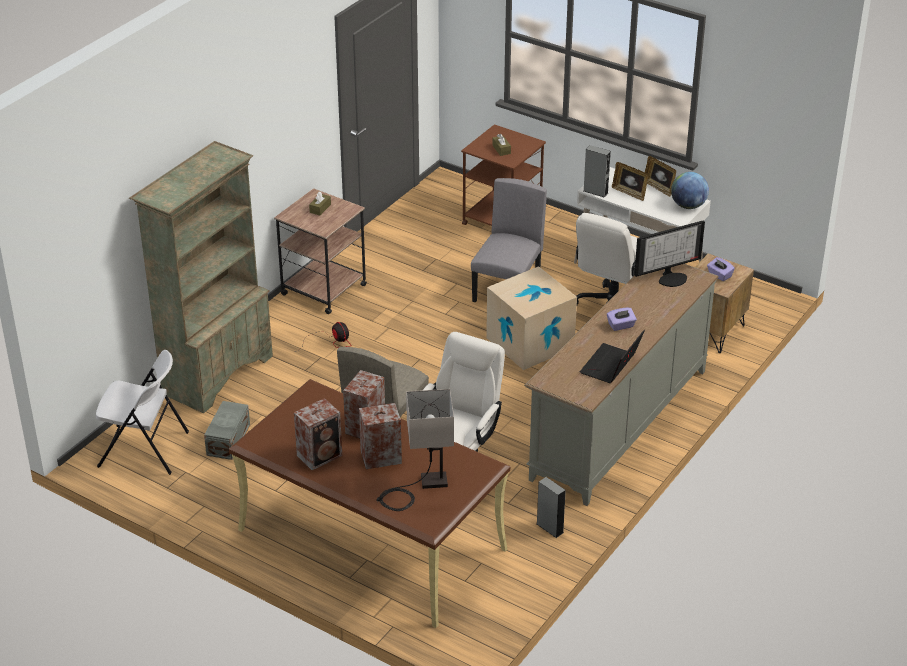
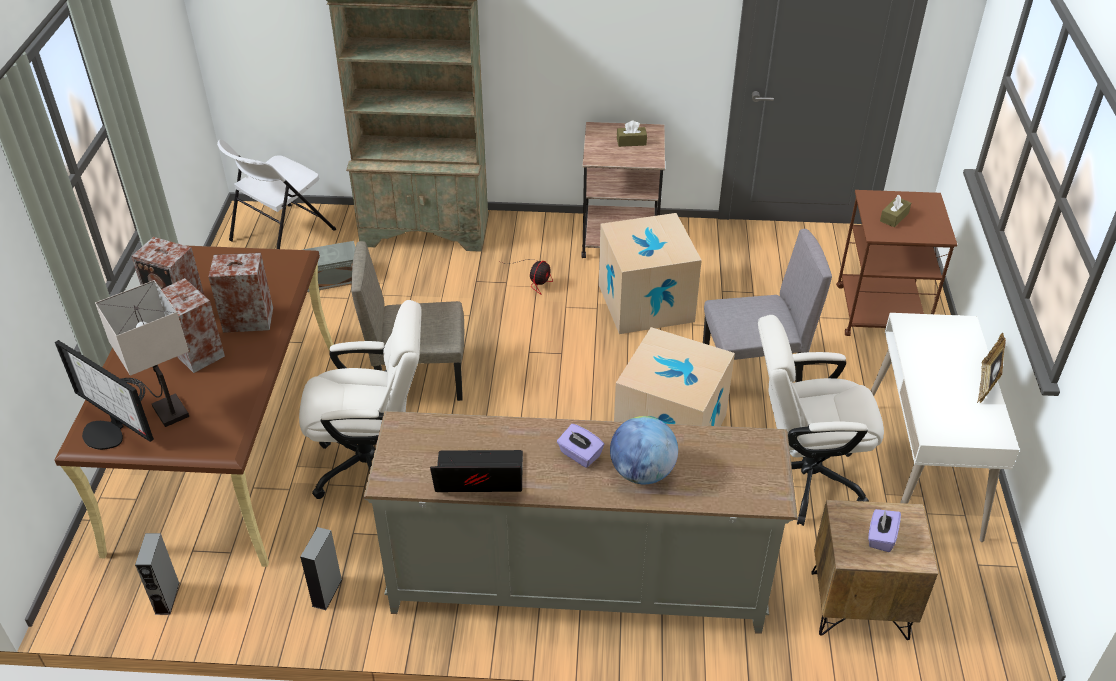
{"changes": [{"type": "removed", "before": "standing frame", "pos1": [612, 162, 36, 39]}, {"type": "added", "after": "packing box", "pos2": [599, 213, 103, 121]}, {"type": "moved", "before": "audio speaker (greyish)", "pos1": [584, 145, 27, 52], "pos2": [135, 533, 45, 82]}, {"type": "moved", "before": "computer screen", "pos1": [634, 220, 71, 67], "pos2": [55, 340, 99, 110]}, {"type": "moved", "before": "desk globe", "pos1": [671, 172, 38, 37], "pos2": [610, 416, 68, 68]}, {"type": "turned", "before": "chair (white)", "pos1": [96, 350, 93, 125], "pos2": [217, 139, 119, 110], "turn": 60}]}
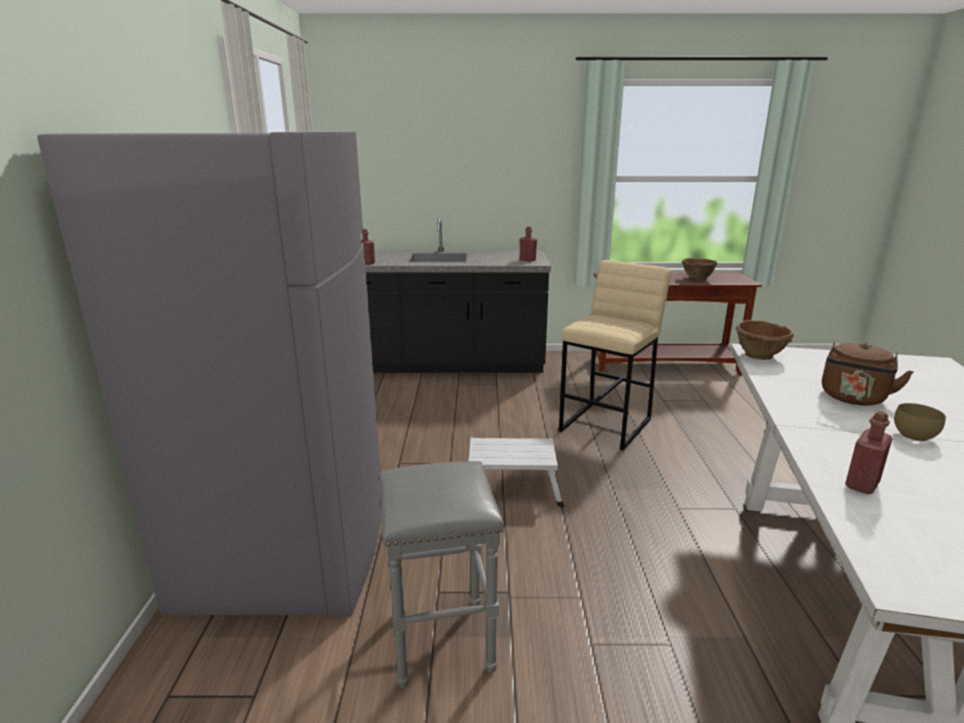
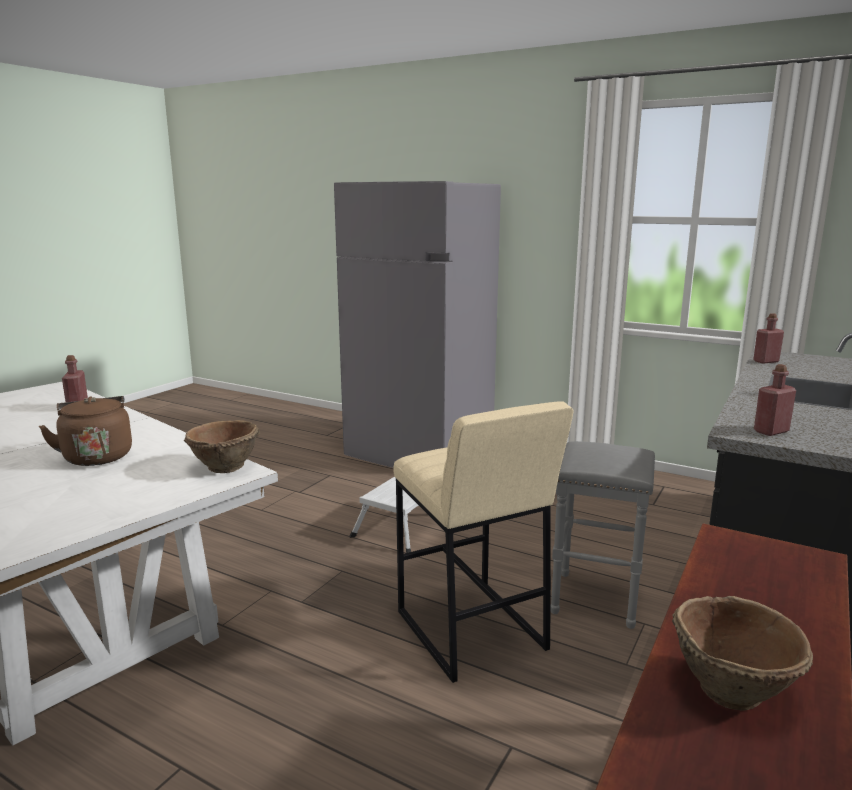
{"changes": [{"type": "removed", "before": "deep dish (brownish)", "pos1": [894, 403, 52, 38]}, {"type": "moved", "before": "stool seat (greyish)", "pos1": [379, 461, 125, 227], "pos2": [550, 441, 105, 188]}]}
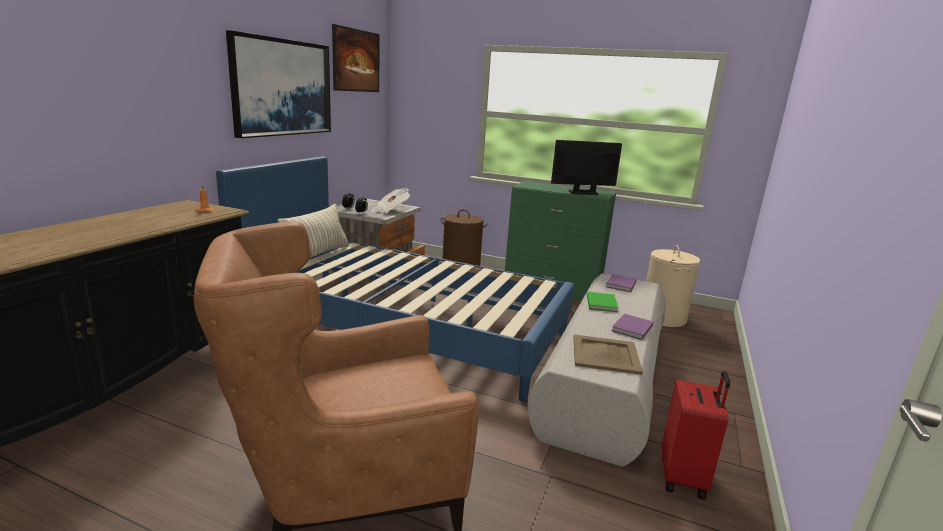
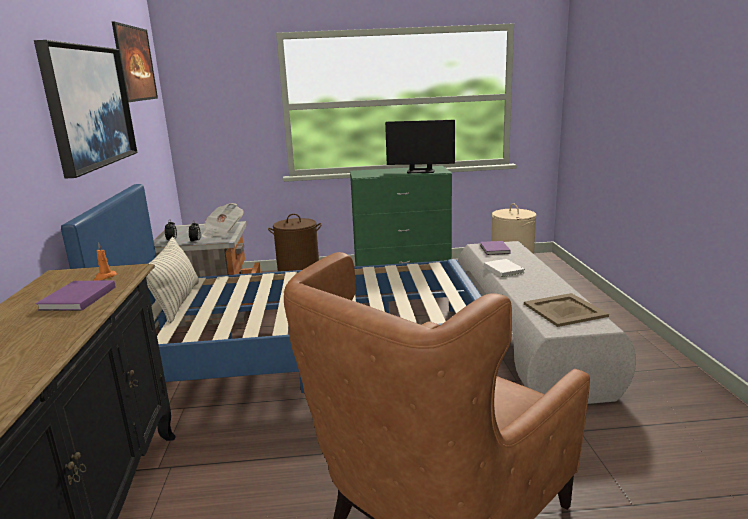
{"changes": [{"type": "removed", "before": "suitcase (red)", "pos1": [661, 371, 69, 129]}, {"type": "moved", "before": "volume (purple)", "pos1": [612, 314, 42, 26], "pos2": [35, 281, 81, 30]}, {"type": "recoloured", "before": "volume (greenish)", "after": "volume (white)", "pos1": [587, 292, 31, 20], "pos2": [484, 259, 41, 18]}, {"type": "turned", "before": "computer screen", "pos1": [551, 140, 71, 55], "pos2": [385, 120, 70, 53], "turn": -135}]}
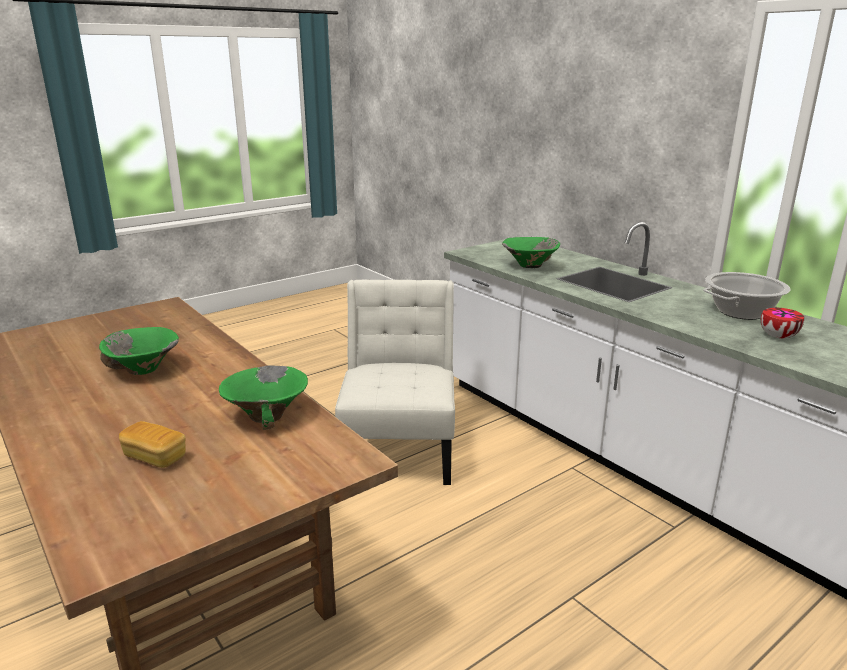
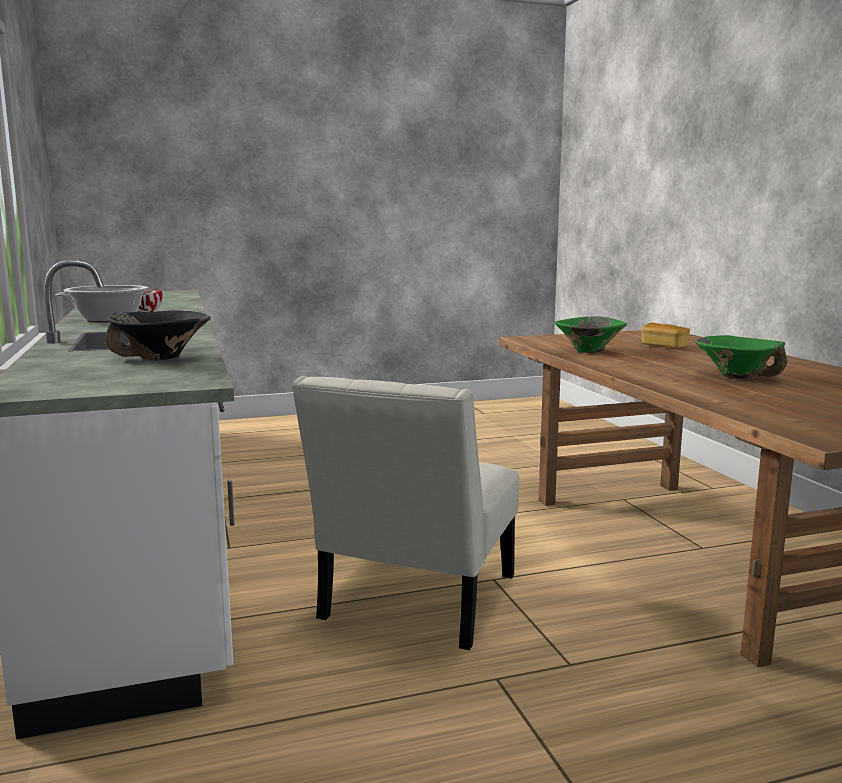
{"changes": [{"type": "recoloured", "before": "deep dish (greenish)", "after": "deep dish (blackish)", "pos1": [502, 237, 58, 31], "pos2": [105, 310, 106, 50]}]}
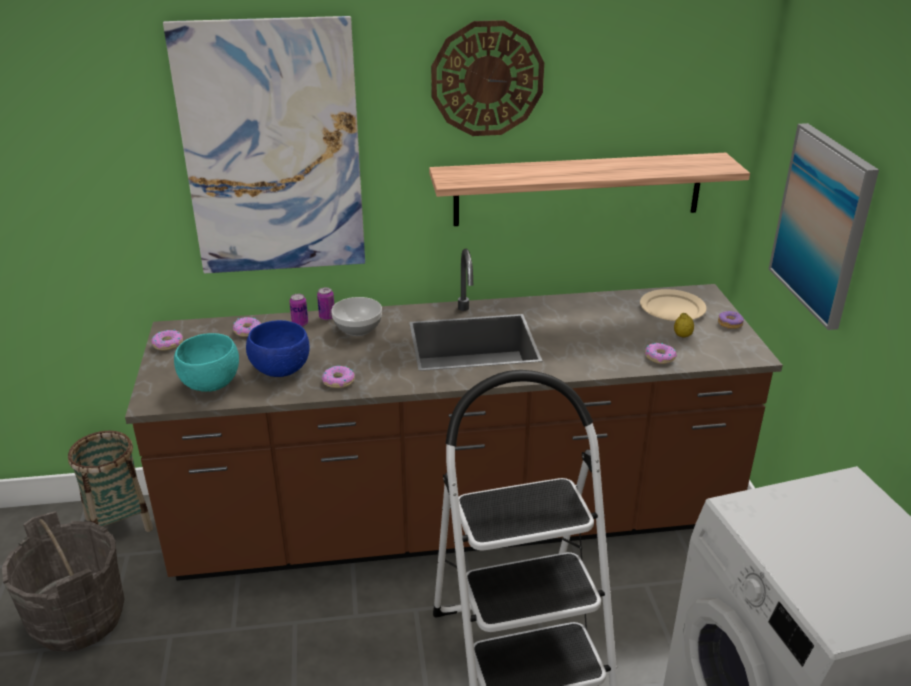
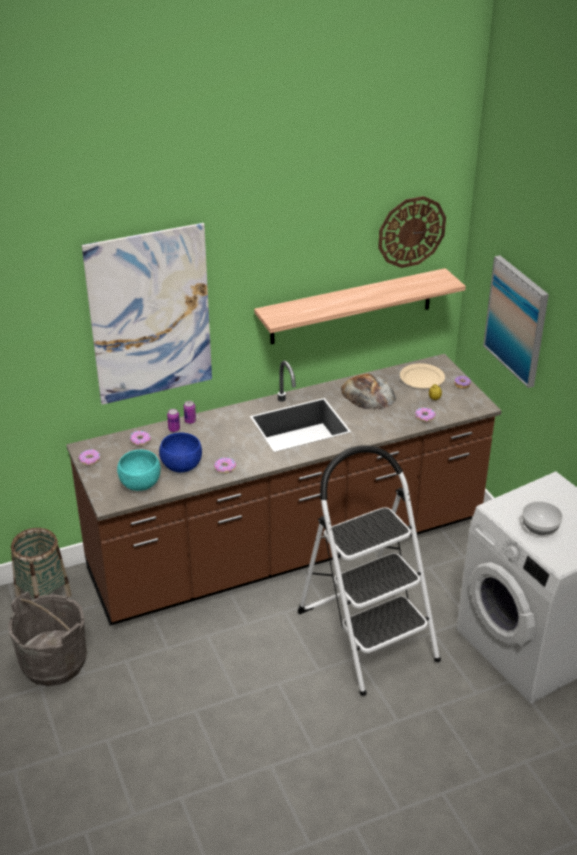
{"changes": [{"type": "added", "after": "bread", "pos2": [341, 374, 55, 36]}, {"type": "moved", "before": "deep dish", "pos1": [331, 297, 51, 39], "pos2": [522, 501, 41, 34]}, {"type": "moved", "before": "hanging clock", "pos1": [431, 20, 113, 116], "pos2": [378, 196, 68, 72]}]}
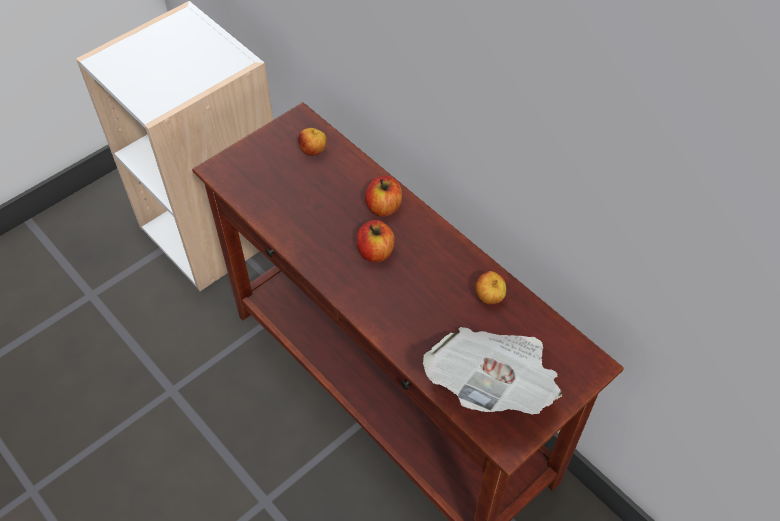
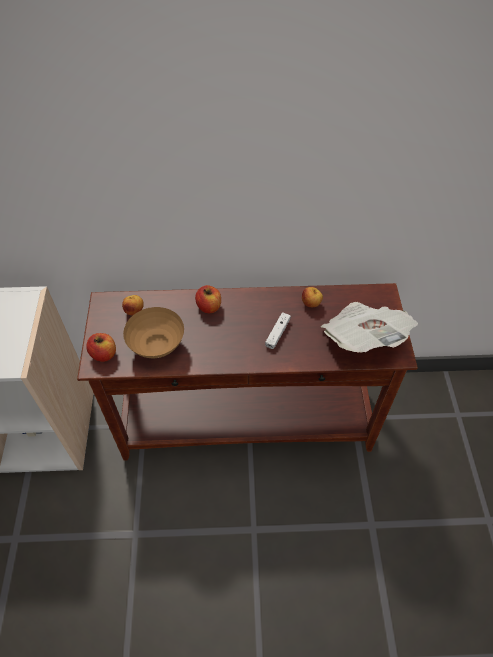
{"changes": [{"type": "added", "after": "deep dish (brownish)", "pos2": [123, 307, 61, 51]}, {"type": "added", "after": "gamepad (white)", "pos2": [265, 312, 26, 37]}, {"type": "moved", "before": "apple fruit", "pos1": [357, 220, 38, 42], "pos2": [86, 333, 30, 29]}]}
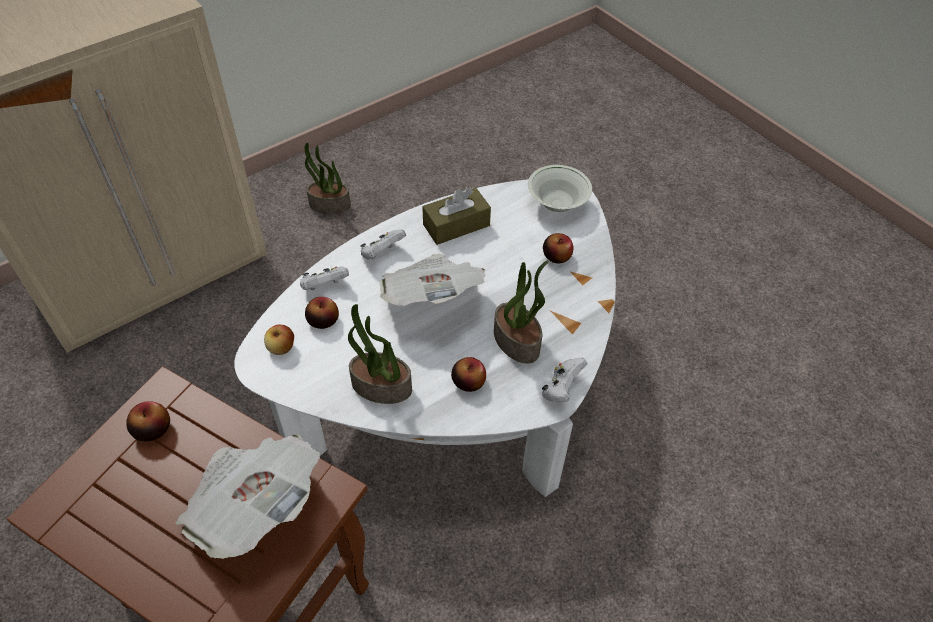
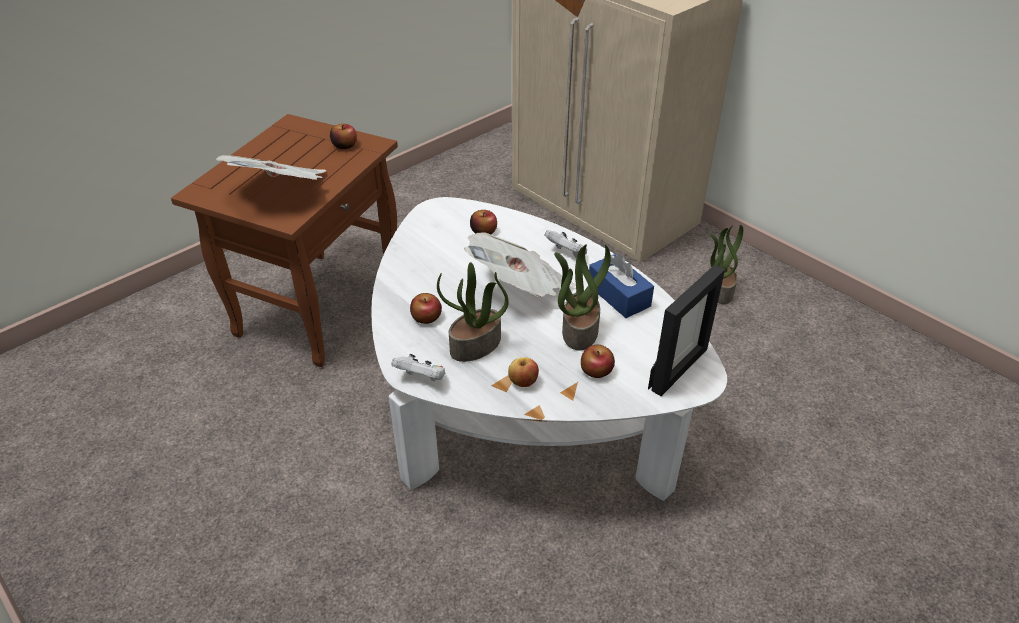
{"changes": [{"type": "removed", "before": "gamepad (white)", "pos1": [300, 266, 49, 25]}, {"type": "moved", "before": "apple fruit", "pos1": [264, 325, 30, 30], "pos2": [508, 357, 31, 30]}, {"type": "moved", "before": "houseplant", "pos1": [348, 304, 64, 100], "pos2": [554, 244, 57, 107]}, {"type": "replaced", "before": "deep dish (white)", "after": "standing frame", "pos1": [528, 165, 64, 47], "pos2": [648, 265, 77, 131]}, {"type": "recoloured", "before": "tissue box (brownish)", "after": "tissue box (blue)", "pos1": [422, 188, 69, 57], "pos2": [589, 254, 65, 64]}]}
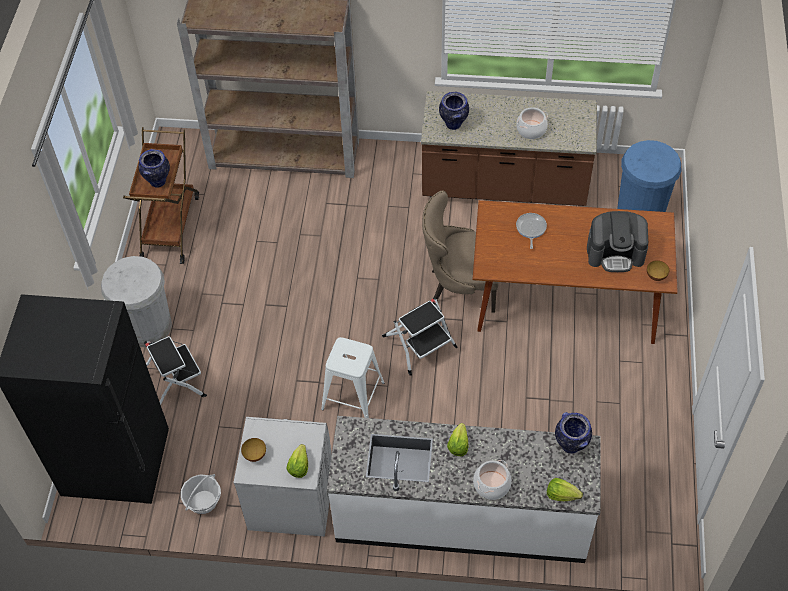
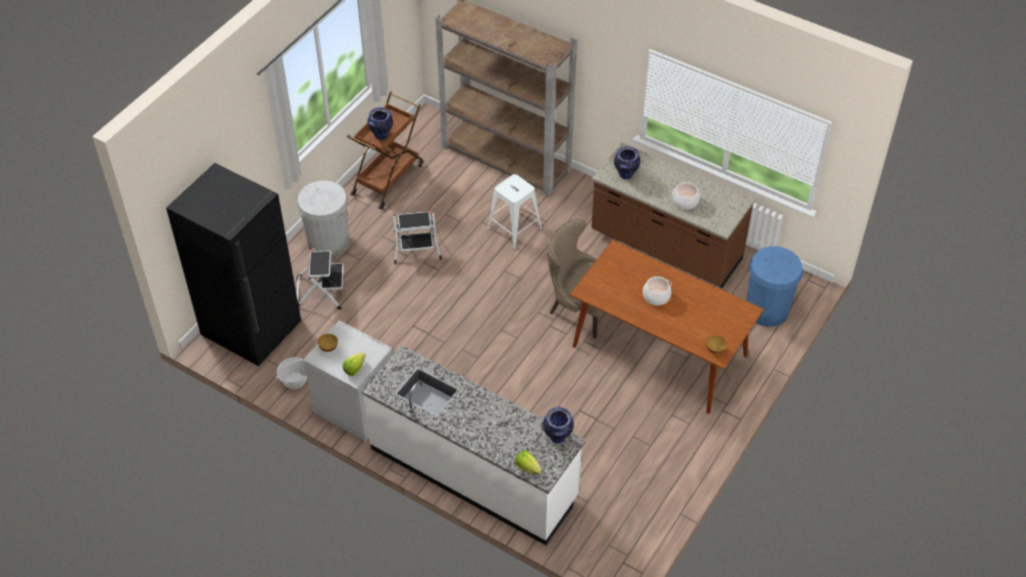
{"changes": [{"type": "removed", "before": "lettuce head", "pos1": [447, 423, 21, 33]}, {"type": "removed", "before": "skillet", "pos1": [516, 213, 31, 36]}, {"type": "removed", "before": "coffee machine", "pos1": [587, 211, 61, 61]}, {"type": "moved", "before": "stool seat (white)", "pos1": [321, 337, 64, 81], "pos2": [487, 174, 55, 75]}, {"type": "moved", "before": "stepladder", "pos1": [382, 298, 76, 78], "pos2": [393, 211, 49, 54]}, {"type": "moved", "before": "cooking pot", "pos1": [473, 460, 39, 40], "pos2": [643, 276, 29, 29]}]}
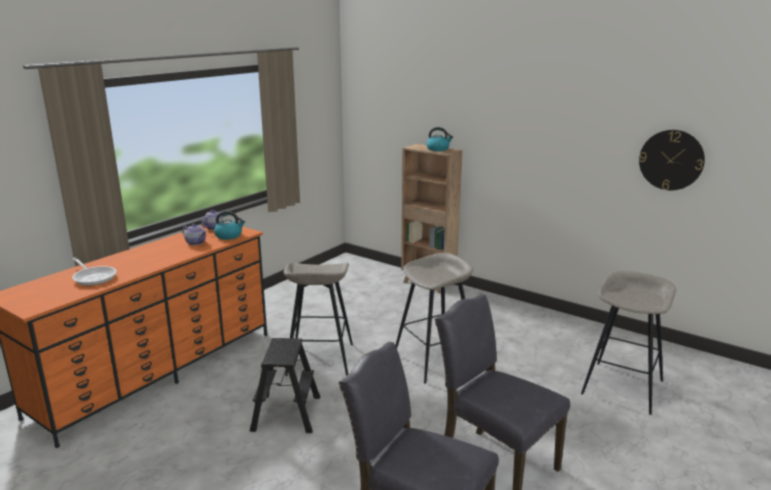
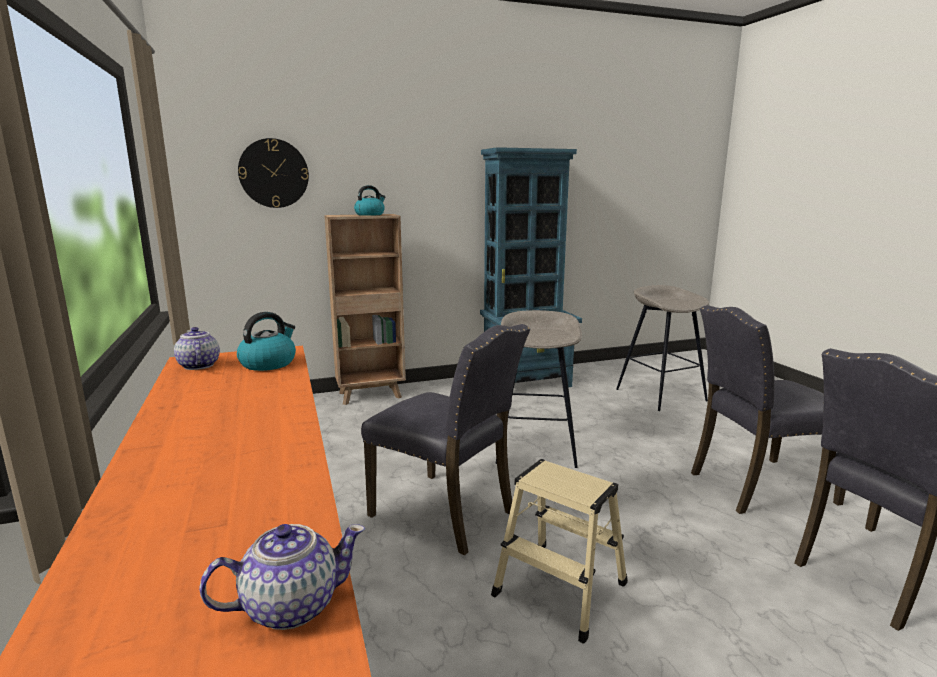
{"changes": [{"type": "removed", "before": "skillet", "pos1": [72, 258, 45, 28]}, {"type": "added", "after": "cabinet (blue)", "pos2": [480, 147, 102, 240]}, {"type": "moved", "before": "tea pot", "pos1": [182, 224, 25, 21], "pos2": [199, 524, 166, 106]}, {"type": "moved", "before": "hanging clock", "pos1": [639, 130, 66, 60], "pos2": [238, 138, 71, 70]}, {"type": "replaced", "before": "stool seat (greyish)", "after": "chair (greyish)", "pos1": [284, 262, 69, 114], "pos2": [361, 324, 170, 231]}, {"type": "recoloured", "before": "stepladder (blackish)", "after": "stepladder (beige-coloured)", "pos1": [250, 338, 70, 95], "pos2": [491, 459, 137, 184]}]}
